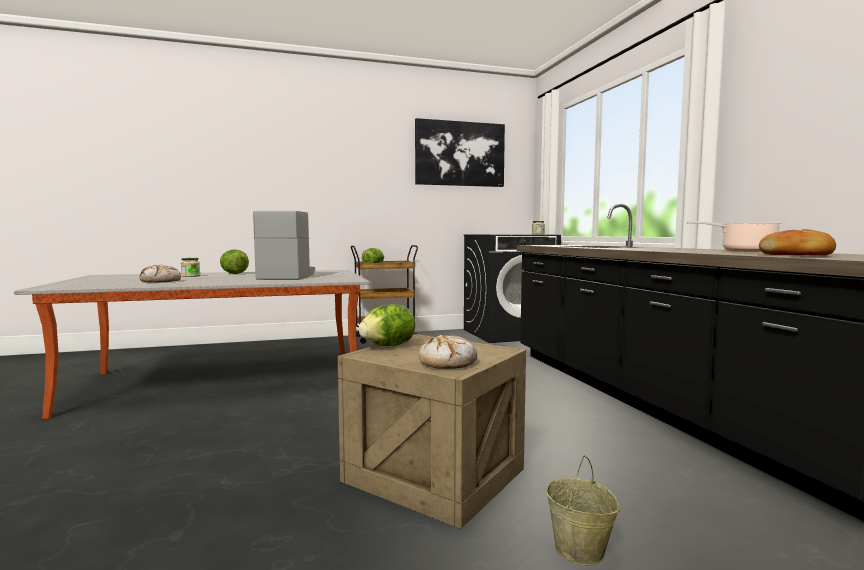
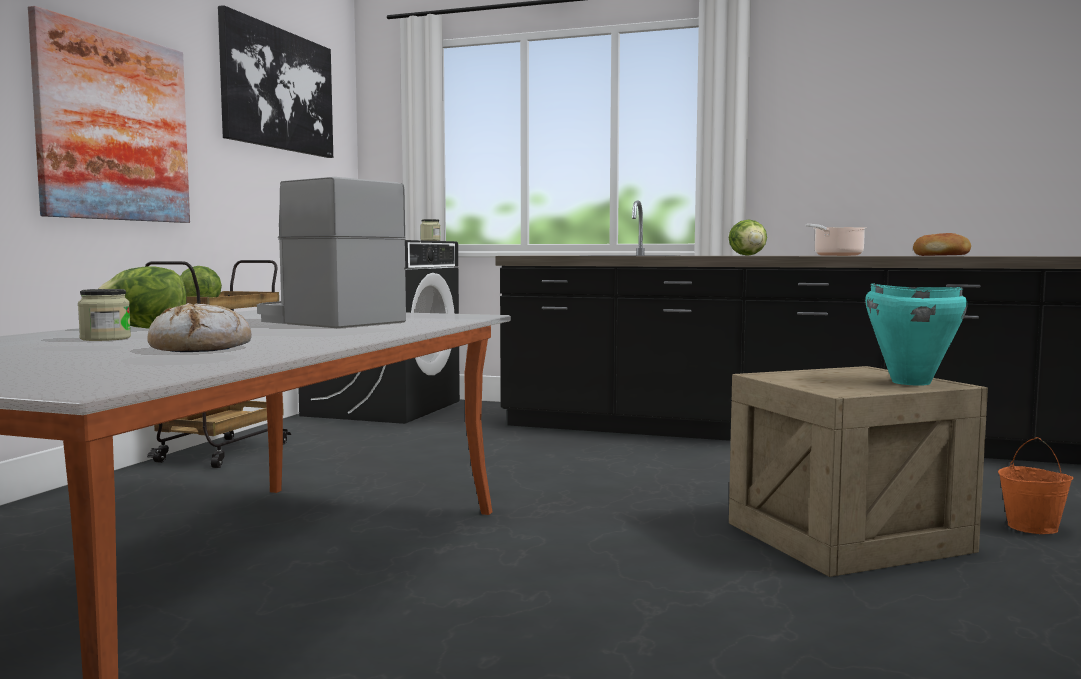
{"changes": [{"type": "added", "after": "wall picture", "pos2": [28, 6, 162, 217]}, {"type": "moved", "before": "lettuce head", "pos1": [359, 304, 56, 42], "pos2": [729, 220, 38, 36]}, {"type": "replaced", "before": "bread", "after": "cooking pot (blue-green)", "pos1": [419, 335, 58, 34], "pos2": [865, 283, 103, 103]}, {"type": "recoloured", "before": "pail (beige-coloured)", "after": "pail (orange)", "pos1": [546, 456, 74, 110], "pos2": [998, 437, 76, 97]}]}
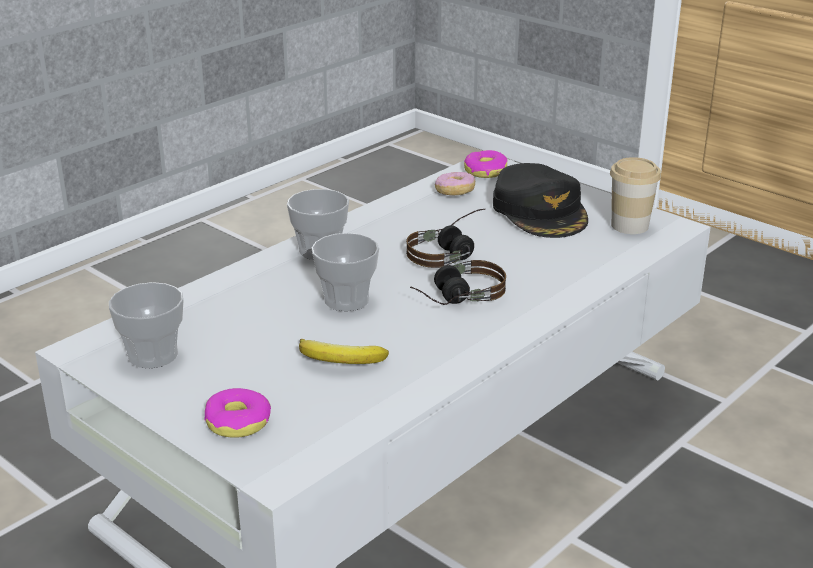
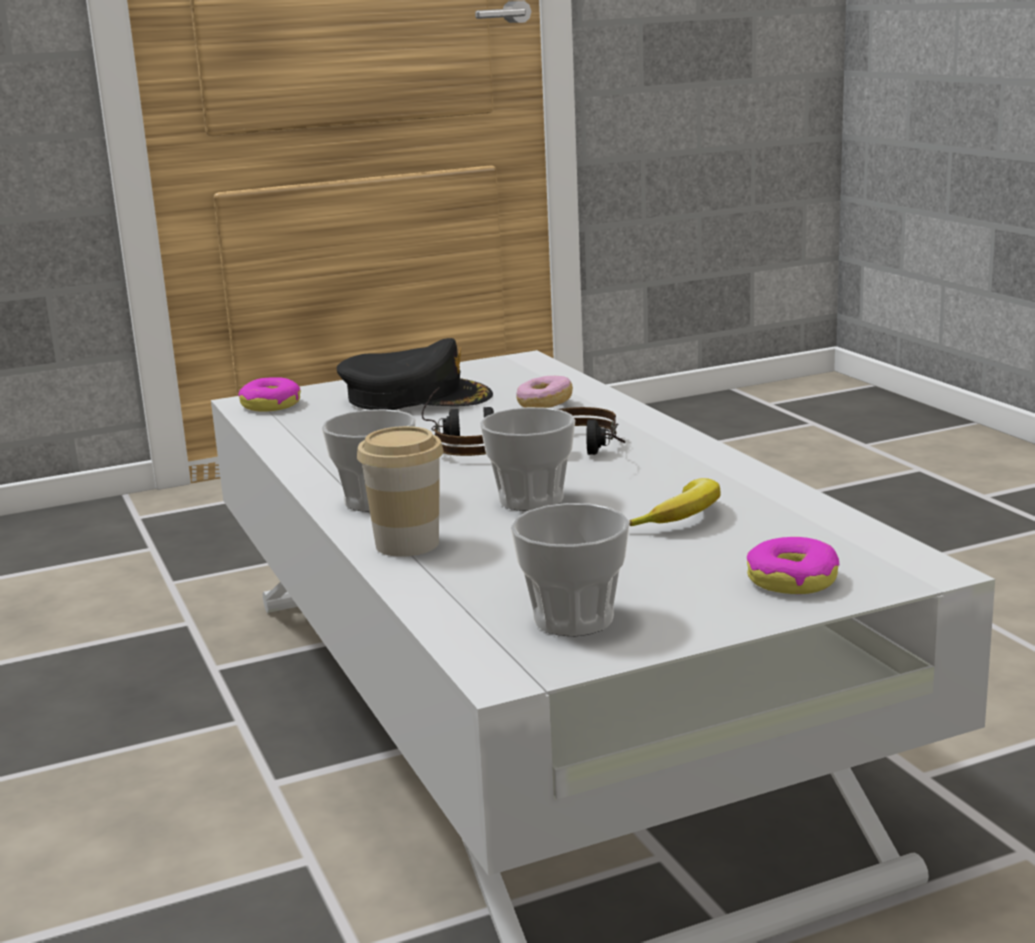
{"changes": [{"type": "moved", "before": "donut", "pos1": [435, 172, 40, 23], "pos2": [516, 376, 57, 32]}, {"type": "moved", "before": "drinking cup", "pos1": [610, 157, 51, 77], "pos2": [357, 426, 87, 131]}]}
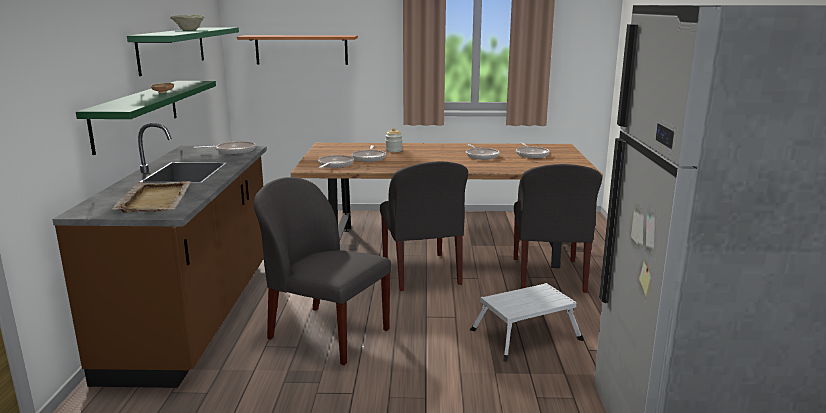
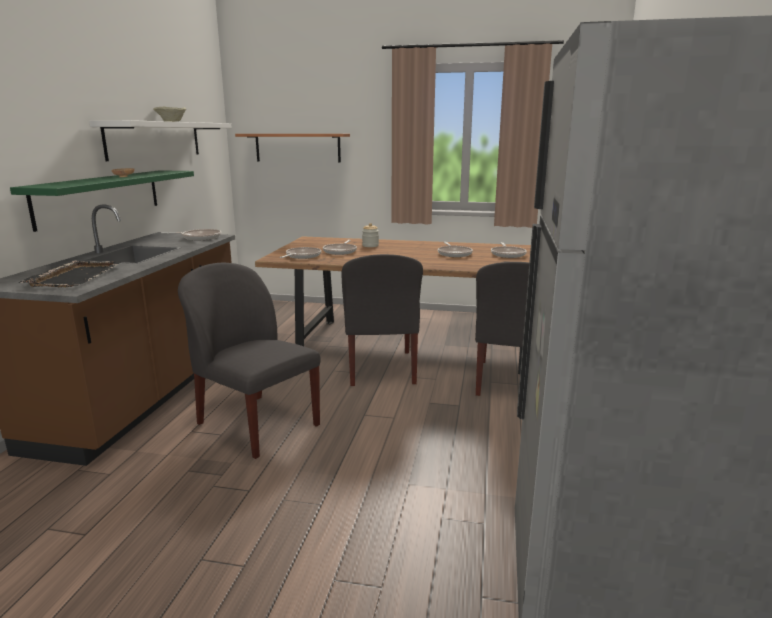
{"changes": [{"type": "removed", "before": "stepladder (white)", "pos1": [470, 283, 114, 79]}, {"type": "recoloured", "before": "carrying tray (beige-coloured)", "after": "carrying tray (blackish)", "pos1": [113, 181, 78, 32], "pos2": [18, 261, 105, 26]}, {"type": "recoloured", "before": "shelf (greenish)", "after": "shelf (white)", "pos1": [127, 27, 112, 49], "pos2": [89, 120, 143, 41]}]}
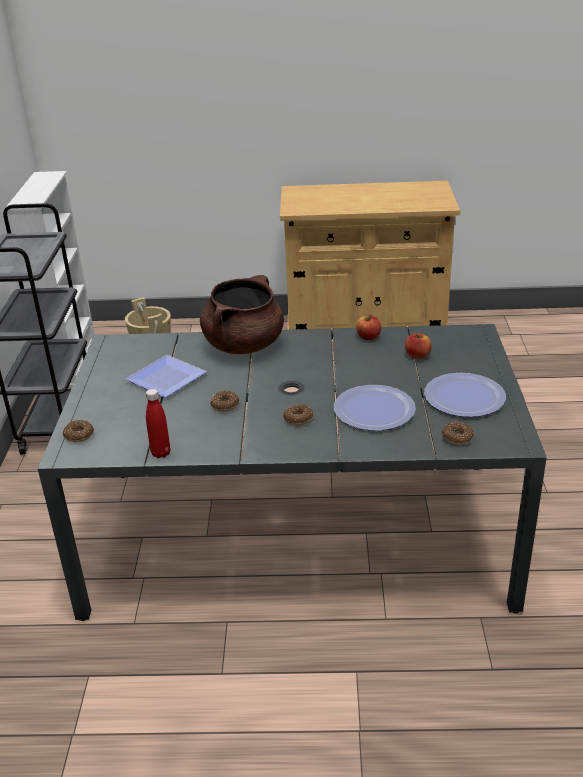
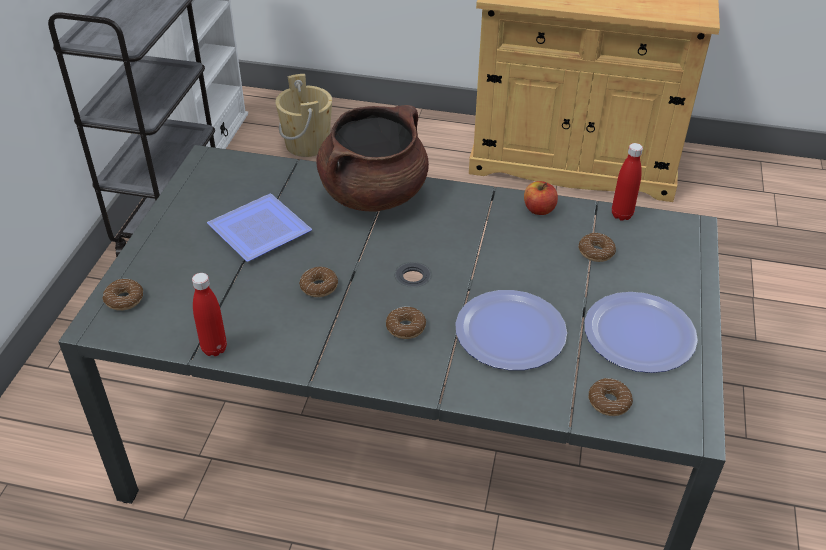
{"changes": [{"type": "added", "after": "drink bottle (red)", "pos2": [612, 143, 31, 78]}, {"type": "replaced", "before": "apple fruit", "after": "donut", "pos1": [405, 333, 27, 26], "pos2": [578, 233, 38, 29]}]}
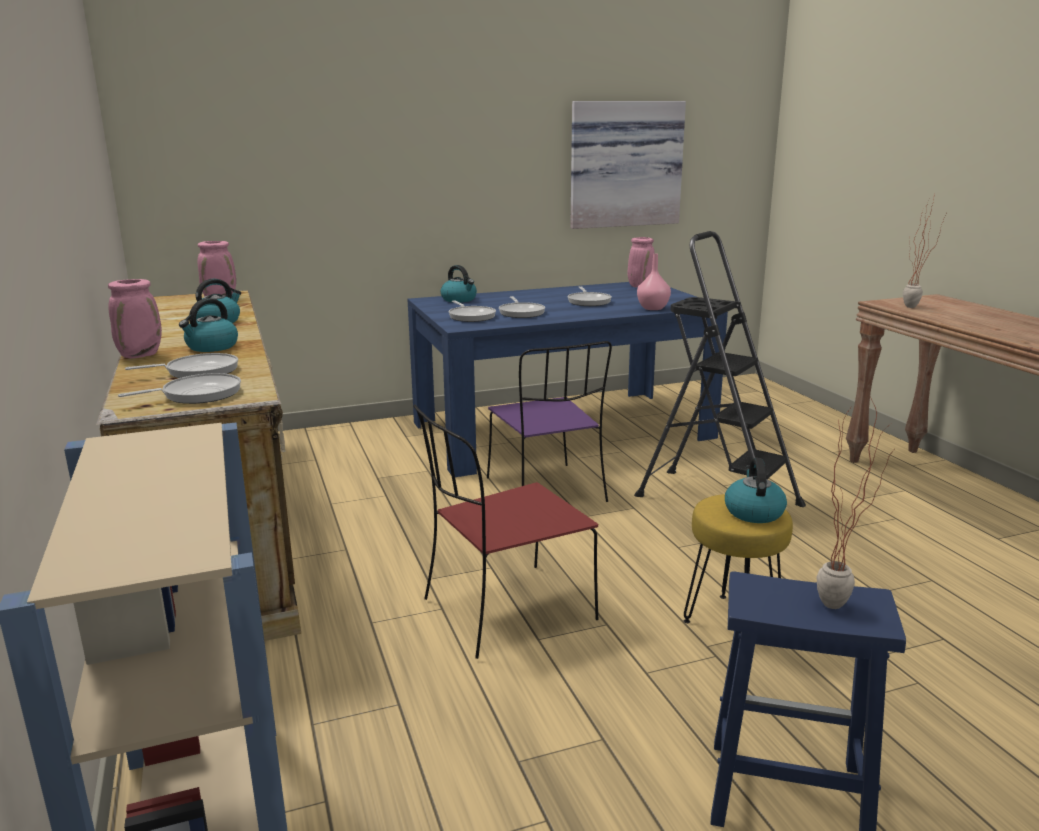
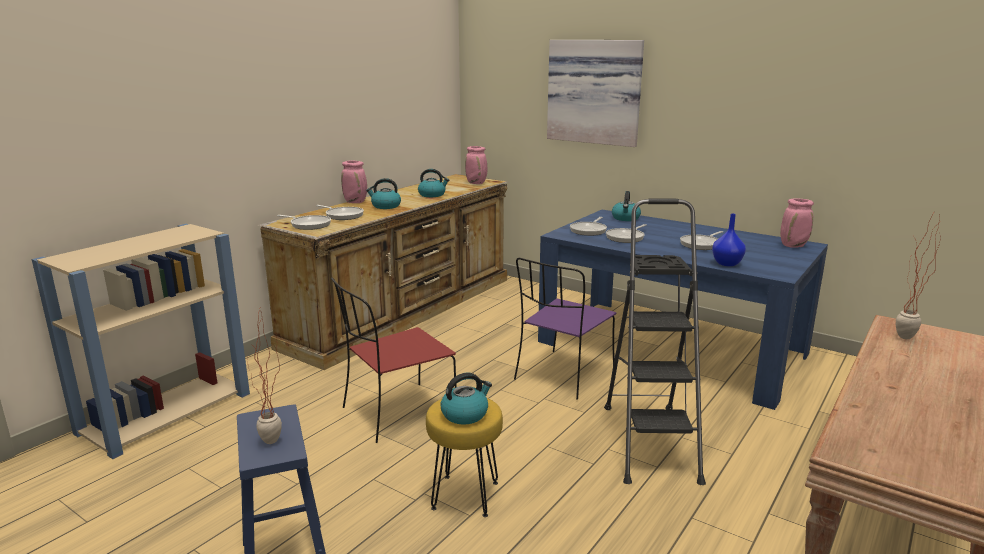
{"changes": [{"type": "moved", "before": "wall picture", "pos1": [570, 101, 116, 128], "pos2": [547, 40, 97, 107]}, {"type": "recoloured", "before": "flower vase (pinkish)", "after": "flower vase (blue)", "pos1": [637, 254, 34, 56], "pos2": [712, 214, 34, 52]}, {"type": "turned", "before": "chair (red)", "pos1": [413, 405, 185, 254], "pos2": [331, 278, 126, 165], "turn": -60}]}
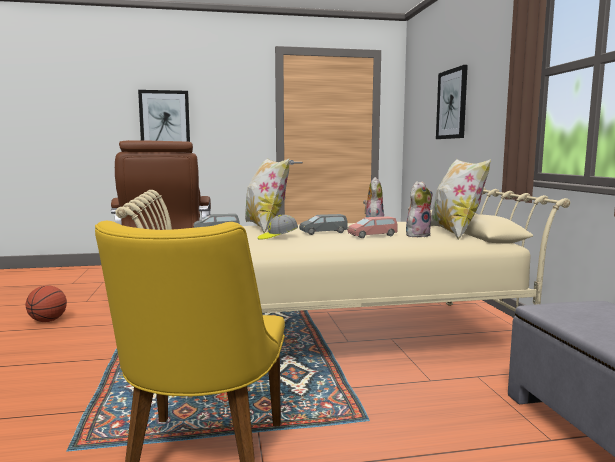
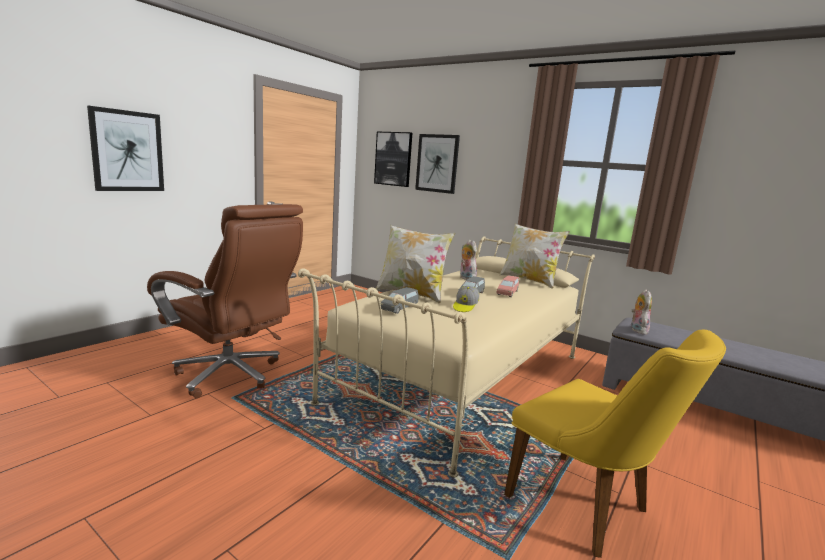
{"changes": [{"type": "removed", "before": "basketball ball", "pos1": [26, 285, 41, 37]}, {"type": "added", "after": "wall picture", "pos2": [374, 132, 38, 55]}, {"type": "moved", "before": "soft toy", "pos1": [406, 181, 26, 56], "pos2": [631, 289, 21, 46]}]}
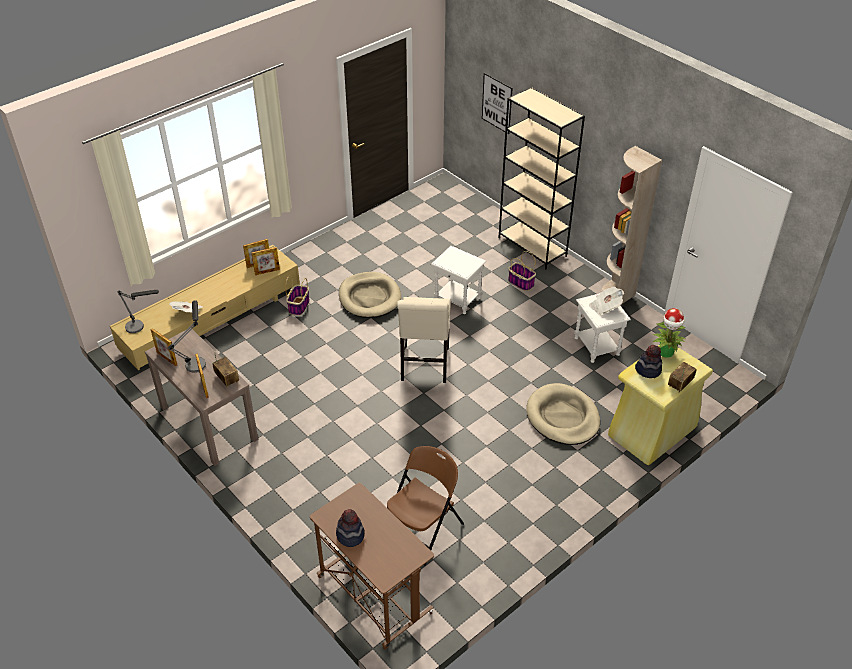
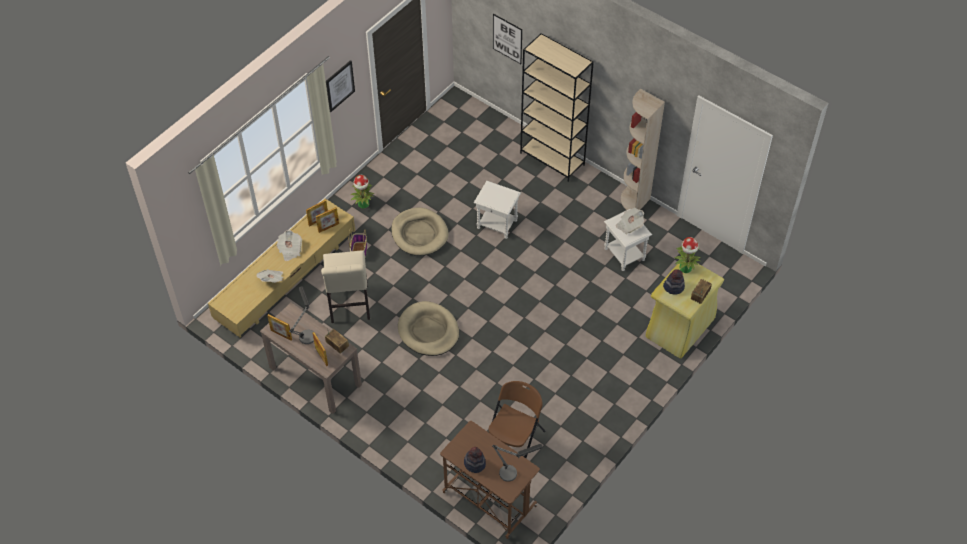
{"changes": [{"type": "removed", "before": "household basket", "pos1": [508, 251, 28, 40]}, {"type": "added", "after": "printed paper", "pos2": [277, 230, 25, 31]}, {"type": "added", "after": "wall picture", "pos2": [326, 60, 29, 52]}, {"type": "added", "after": "houseplant", "pos2": [350, 175, 24, 33]}, {"type": "moved", "before": "tabletop lamp", "pos1": [117, 290, 42, 43], "pos2": [492, 444, 51, 38]}, {"type": "moved", "before": "stool seat (beige-coloured)", "pos1": [397, 297, 54, 86], "pos2": [321, 250, 49, 73]}, {"type": "moved", "before": "dog bed (beige-coloured)", "pos1": [526, 383, 74, 62], "pos2": [398, 301, 61, 55]}]}
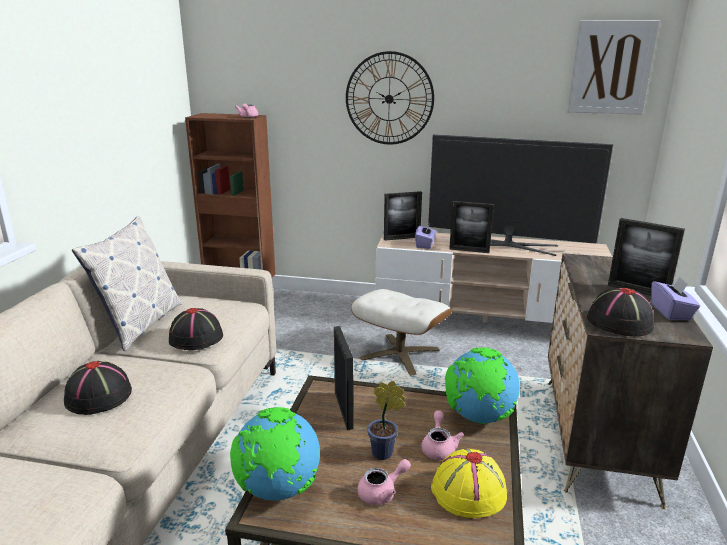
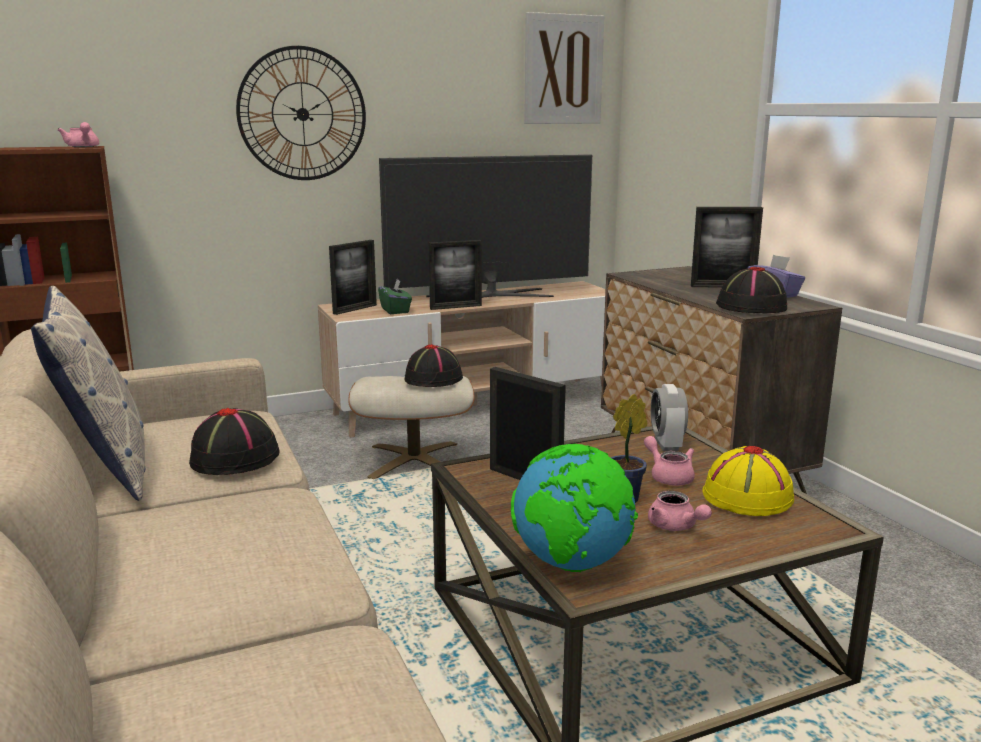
{"changes": [{"type": "moved", "before": "hat (blackish)", "pos1": [64, 361, 68, 54], "pos2": [405, 344, 58, 43]}, {"type": "replaced", "before": "desk globe", "after": "table clock", "pos1": [445, 348, 75, 76], "pos2": [651, 384, 37, 67]}, {"type": "recoloured", "before": "tissue box (purple)", "after": "tissue box (greenish)", "pos1": [415, 222, 21, 27], "pos2": [378, 279, 34, 35]}, {"type": "turned", "before": "tea pot (pinkish)", "pos1": [357, 459, 54, 46], "pos2": [648, 491, 64, 40], "turn": 120}]}
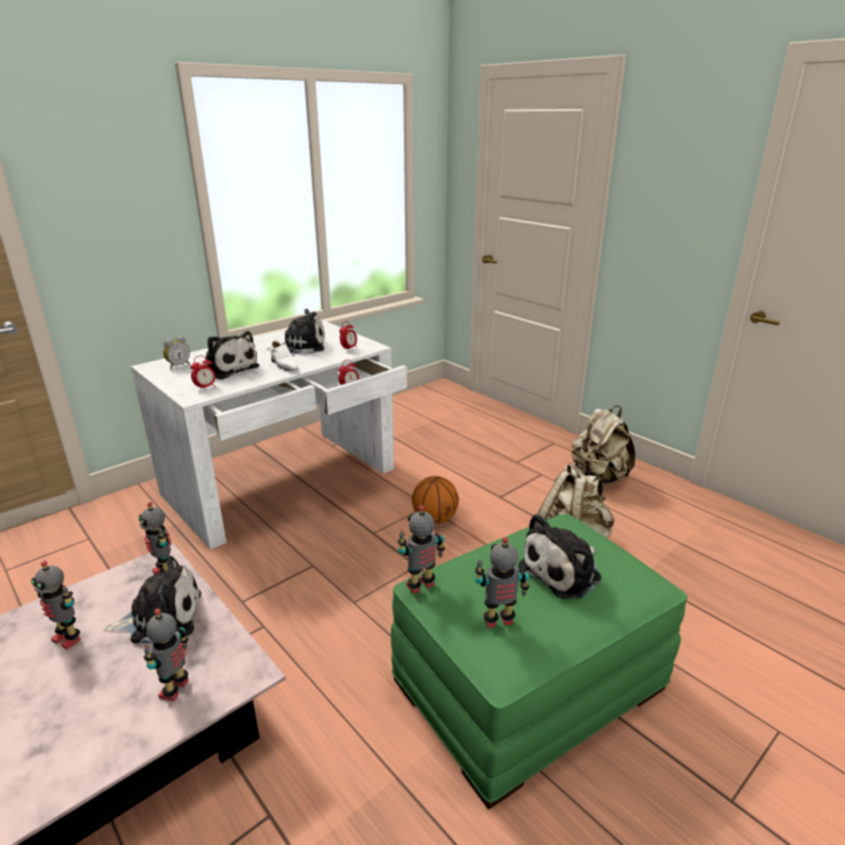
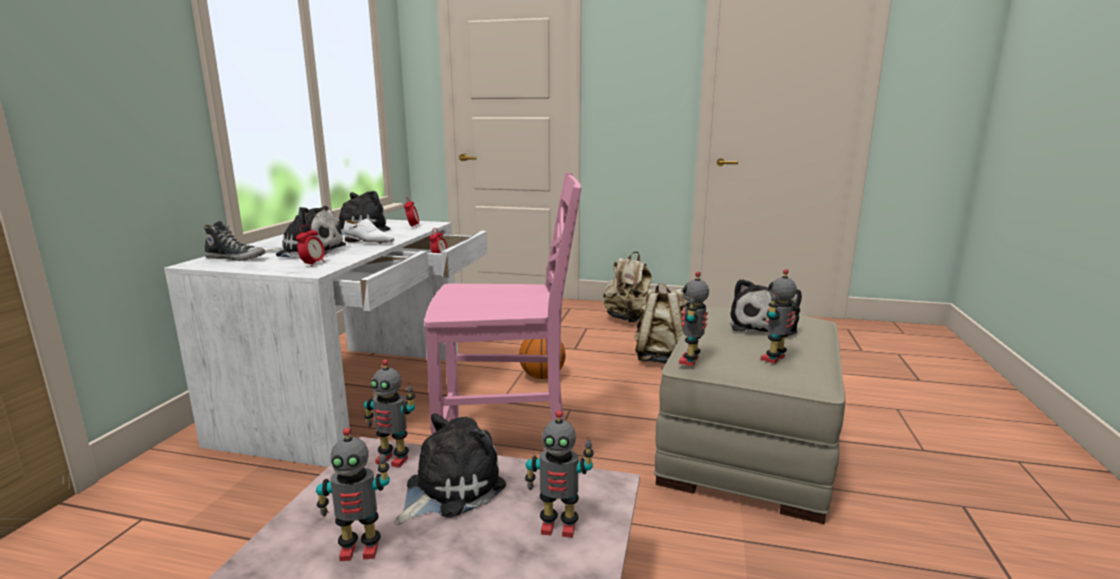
{"changes": [{"type": "added", "after": "chair (pinkish)", "pos2": [425, 172, 157, 263]}, {"type": "replaced", "before": "table clock", "after": "item of footwear", "pos1": [163, 336, 27, 34], "pos2": [203, 221, 62, 40]}, {"type": "recoloured", "before": "ottoman (greenish)", "after": "ottoman (beige-coloured)", "pos1": [391, 514, 297, 296], "pos2": [654, 307, 191, 217]}, {"type": "turned", "before": "robot figure", "pos1": [143, 609, 46, 92], "pos2": [525, 410, 69, 128], "turn": -60}]}
